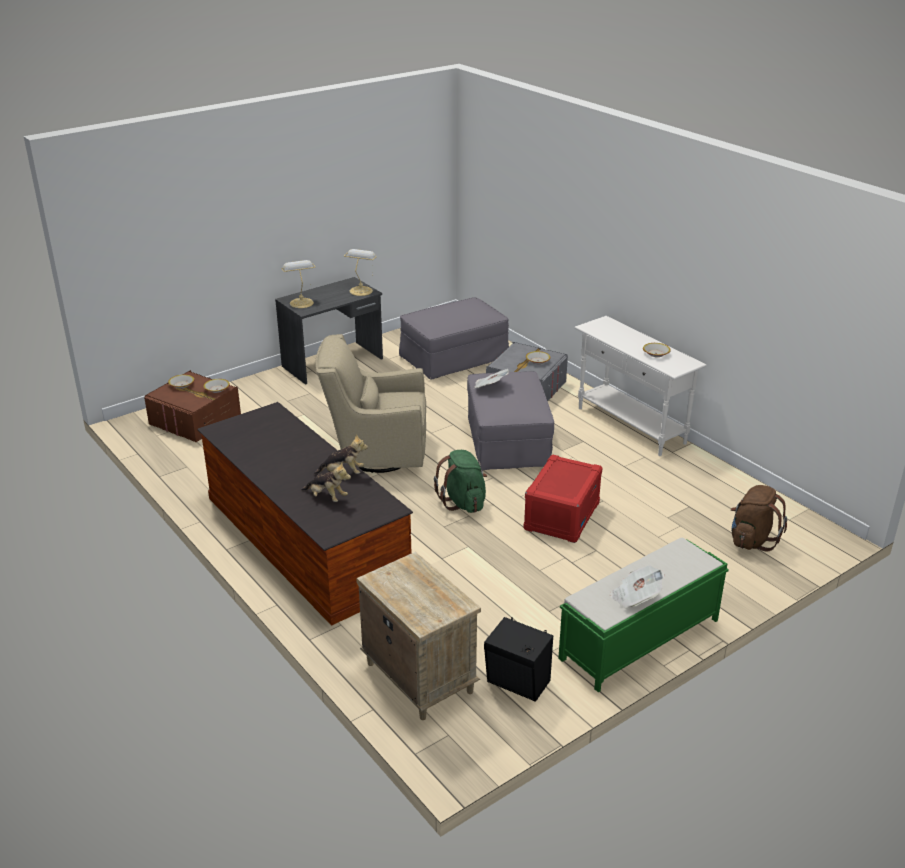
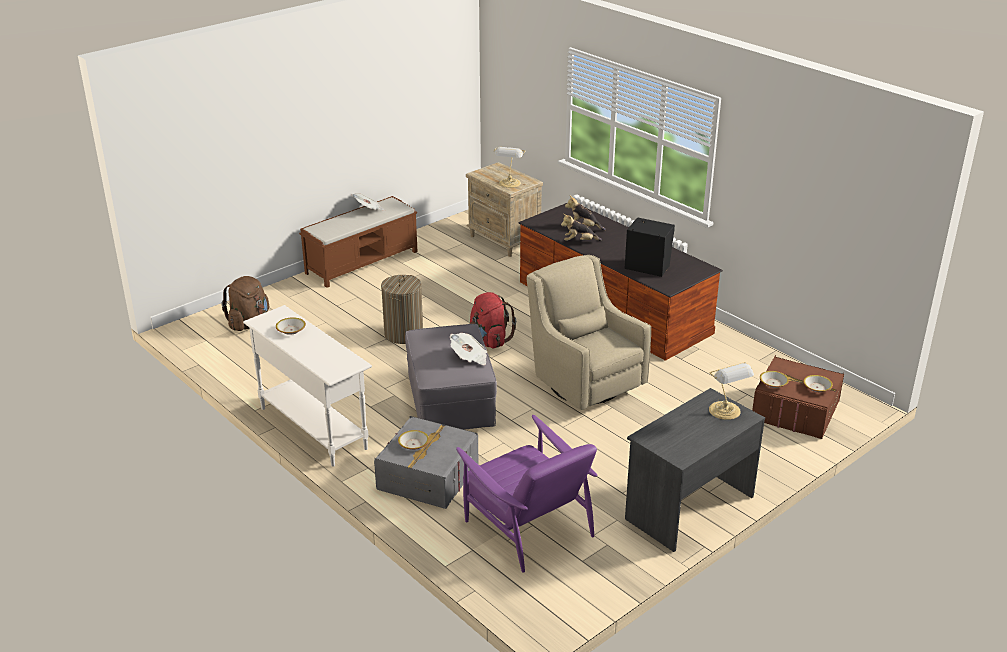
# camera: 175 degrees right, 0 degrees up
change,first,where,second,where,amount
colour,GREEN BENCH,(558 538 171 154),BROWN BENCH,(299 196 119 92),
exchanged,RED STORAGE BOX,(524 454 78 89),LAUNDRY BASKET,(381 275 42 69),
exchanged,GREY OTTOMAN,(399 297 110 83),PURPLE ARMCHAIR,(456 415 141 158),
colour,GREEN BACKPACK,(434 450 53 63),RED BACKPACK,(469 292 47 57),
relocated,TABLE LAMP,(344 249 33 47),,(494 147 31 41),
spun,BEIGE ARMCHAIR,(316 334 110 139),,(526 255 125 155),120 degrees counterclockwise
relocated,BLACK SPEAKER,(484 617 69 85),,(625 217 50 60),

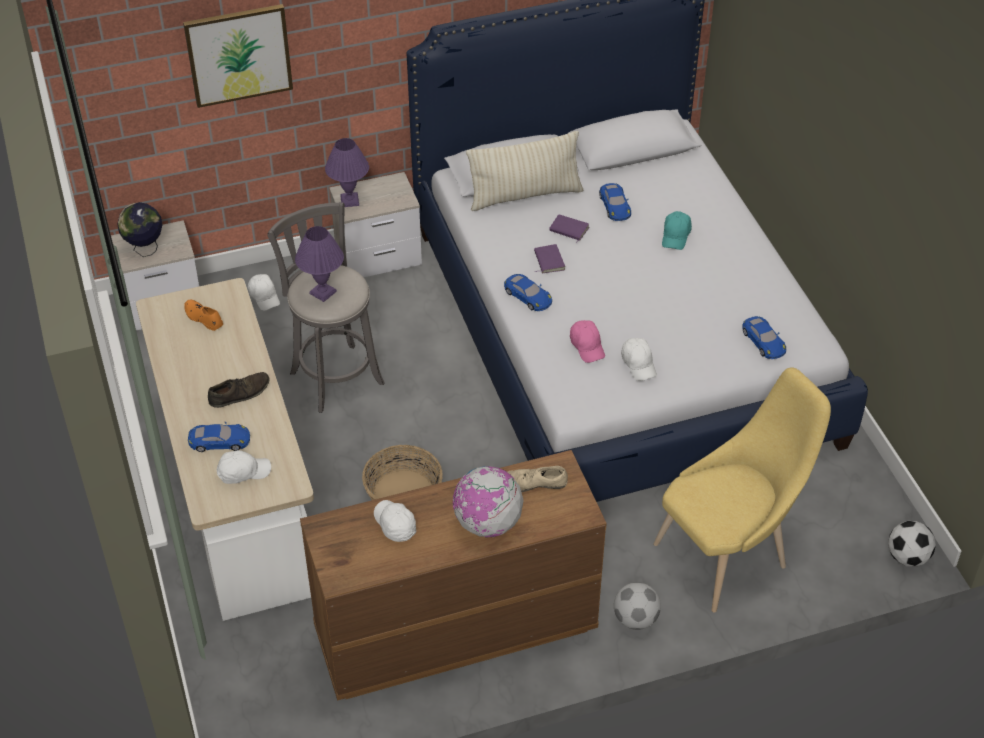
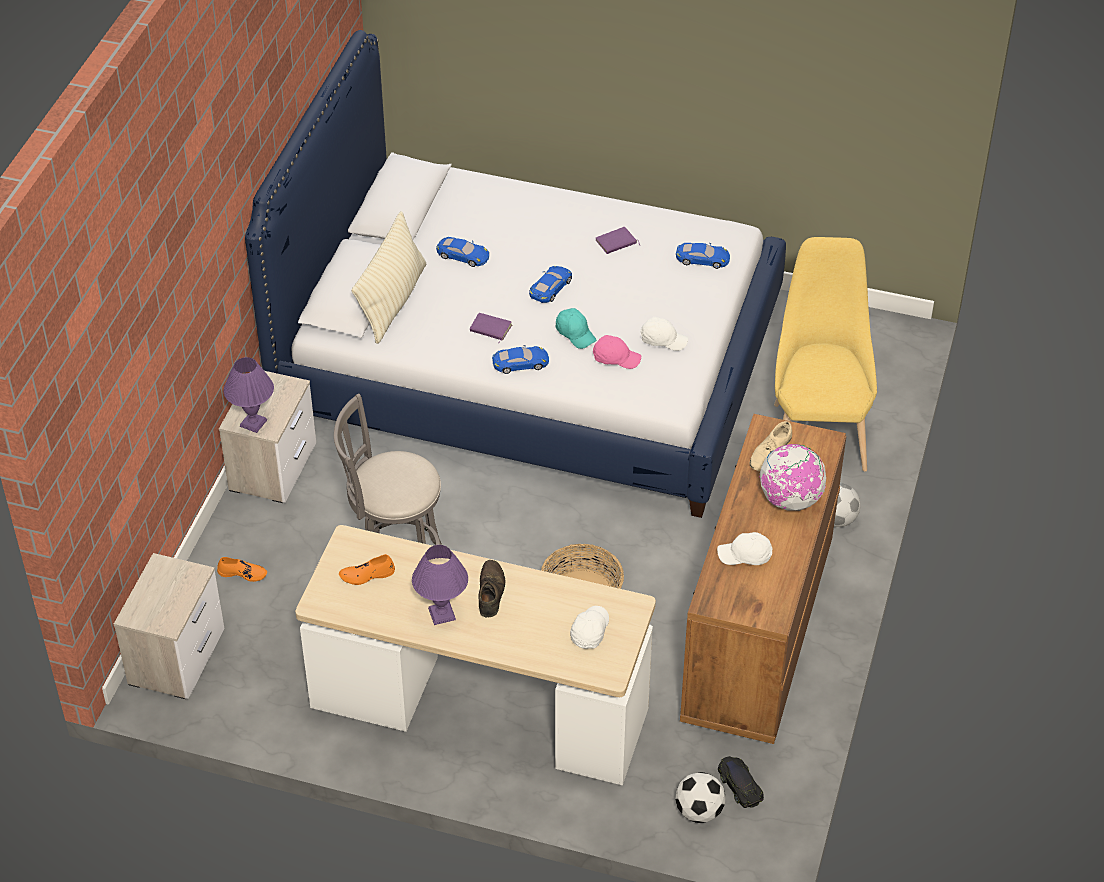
# camera: 55 degrees left, 0 degrees up
change,first,where,second,where,amount
exchanged,WHITE CAP,(248 274 32 37),ORANGE SHOE,(217 557 50 25),
relocated,PURPLE TABLE LAMP,(295 226 49 76),,(412 545 56 80),
relocated,BLUE TOY CAR,(188 422 62 30),,(529 266 43 37),
relocated,TURQUOISE CAP,(662 211 30 39),,(555 308 42 41),
relocated,PURPLE BOOK,(549 214 40 29),,(596 227 44 27),
relocated,FOOTBALL,(888 521 48 46),,(675 772 51 51),
appeared,,,BLACK TOY CAR,(718 756 46 52),
missing,GLOBE,(118 202 45 55),,,
missing,PICTURE,(183 4 110 104),,,

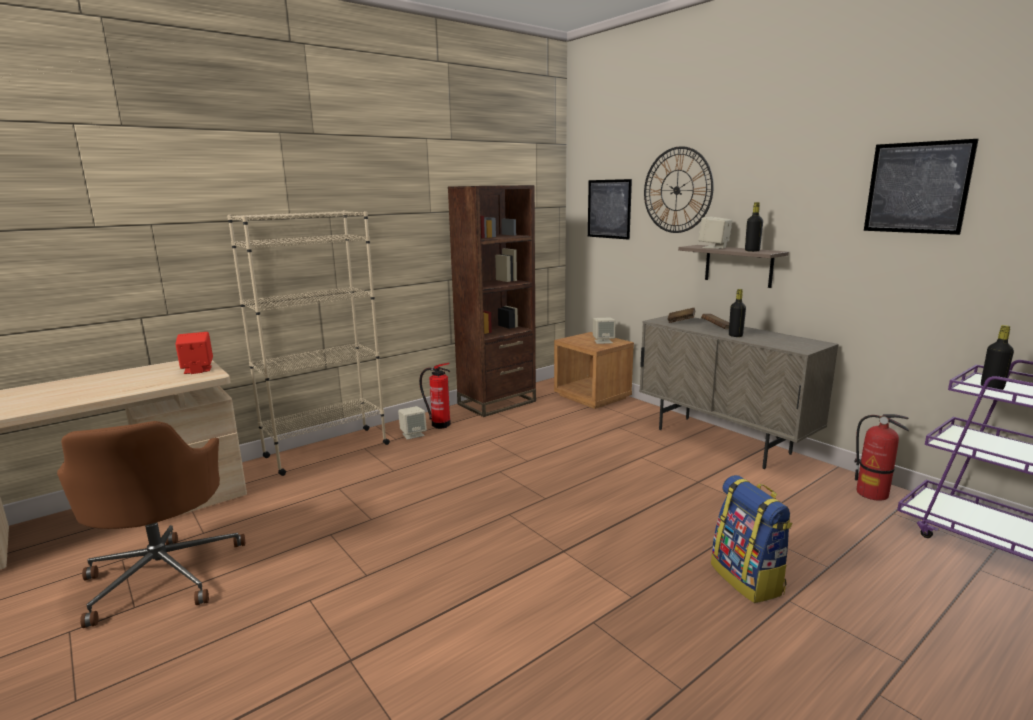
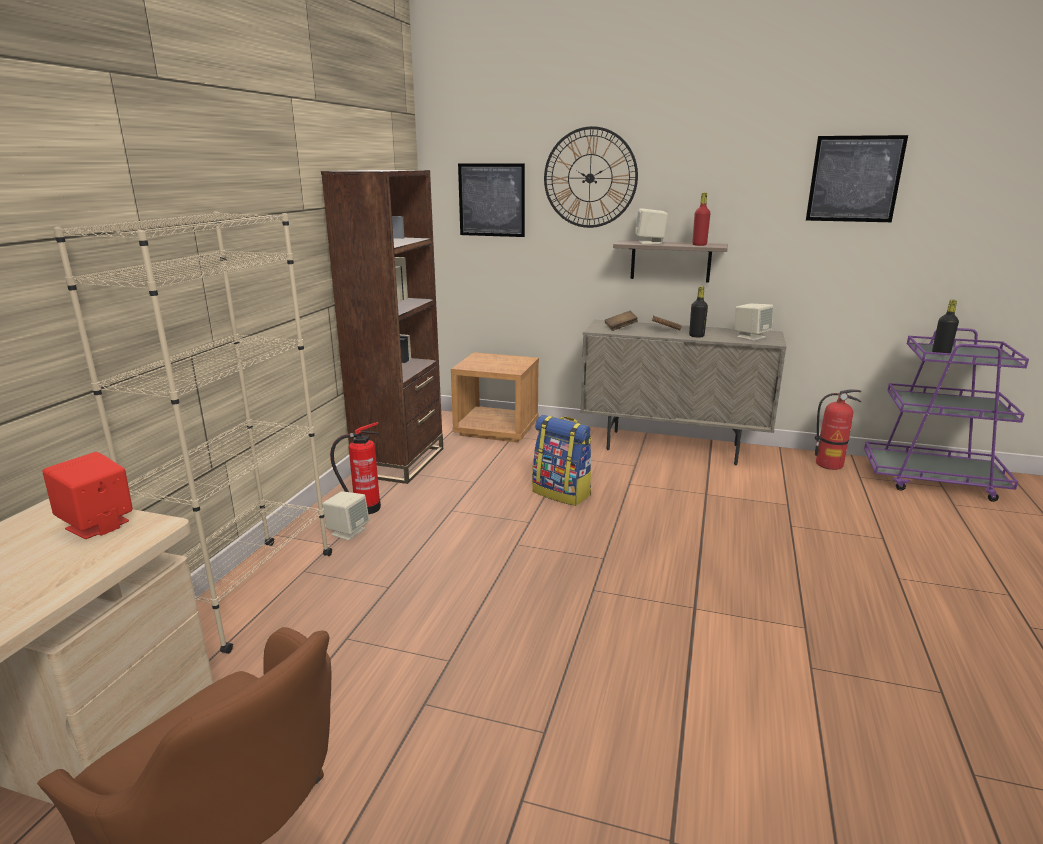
# camera: 35 degrees left, 5 degrees up
change,first,where,second,where,amount
relocated,BACKPACK,(711 475 81 128),,(532 415 60 91),
colour,BLACK BOTTLE,(745 202 18 50),RED BOTTLE,(692 193 18 53),
relocated,BEIGE SPEAKER,(593 317 22 27),,(735 303 38 38),

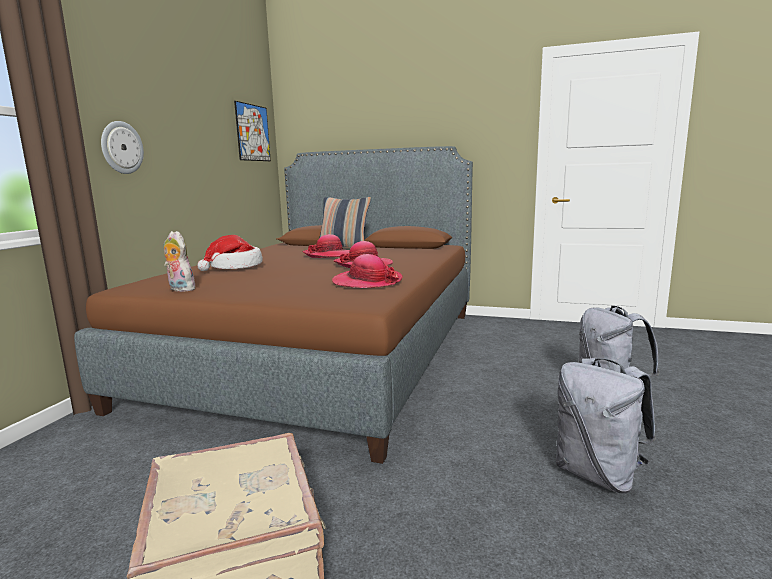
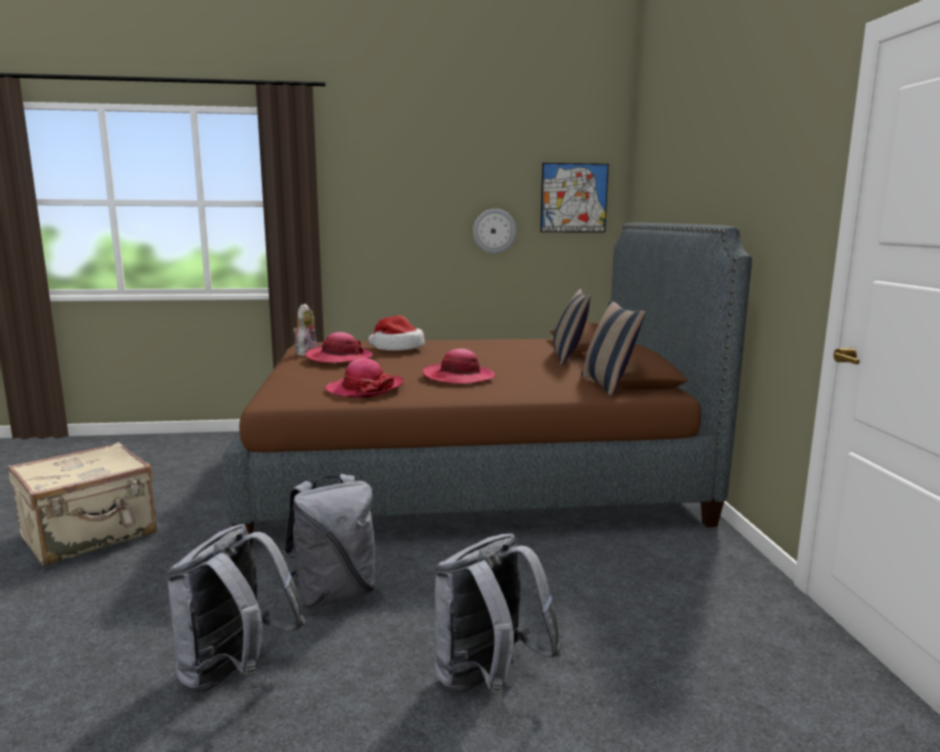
# camera: 65 degrees right, 0 degrees up
change,first,where,second,where,amount
appeared,,,GREY BACKPACK,(283 474 92 134),
relocated,HAT,(302 234 48 24),,(305 332 68 31),
relocated,WALL CLOCK,(101 121 43 53),,(473 209 43 45),
appeared,,,PILLOW,(581 300 65 96),

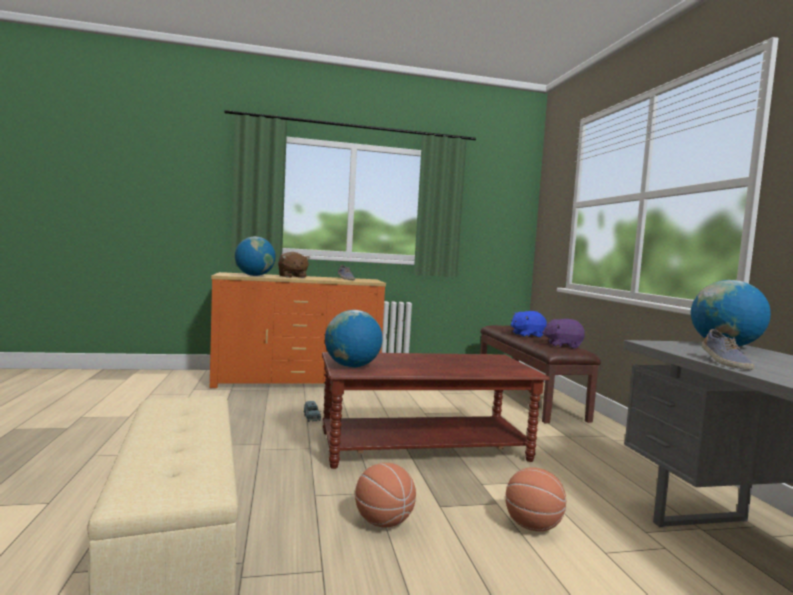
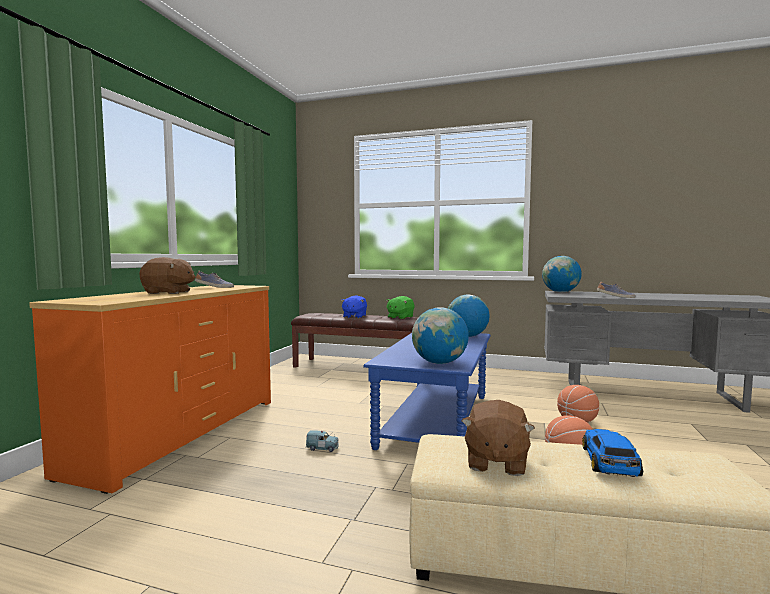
# camera: 60 degrees left, 0 degrees up
change,first,where,second,where,amount
colour,BROWN COFFEE TABLE,(322 352 228 117),BLUE COFFEE TABLE,(363 333 128 117),
colour,PURPLE PLUSH TOY,(542 319 43 29),GREEN PLUSH TOY,(386 296 28 23),
relocated,GLOBE,(235 237 41 39),,(448 295 42 42),
appeared,,,BROWN PLUSH TOY,(462 400 73 76),
appeared,,,TOY CAR,(582 429 61 48),

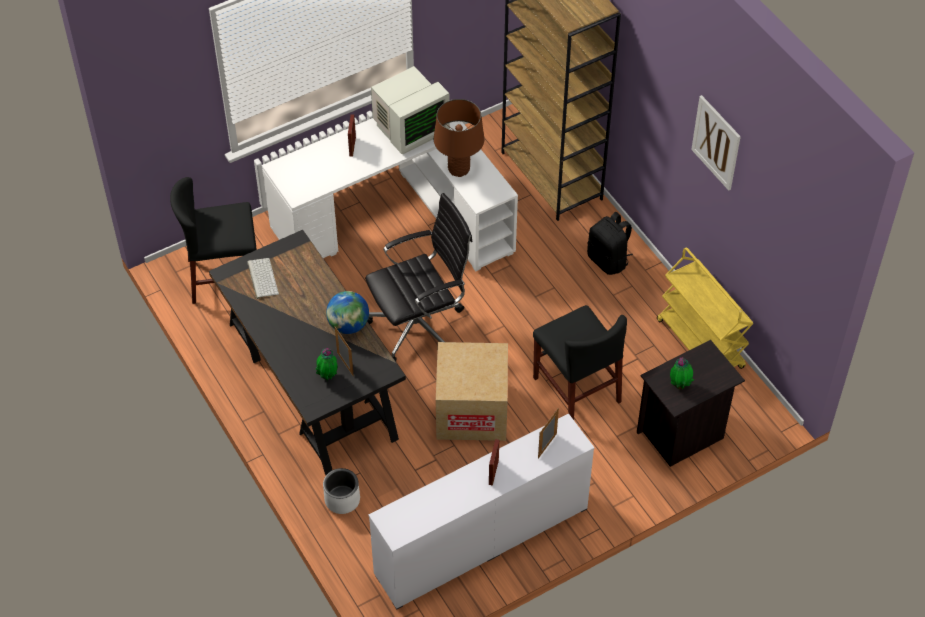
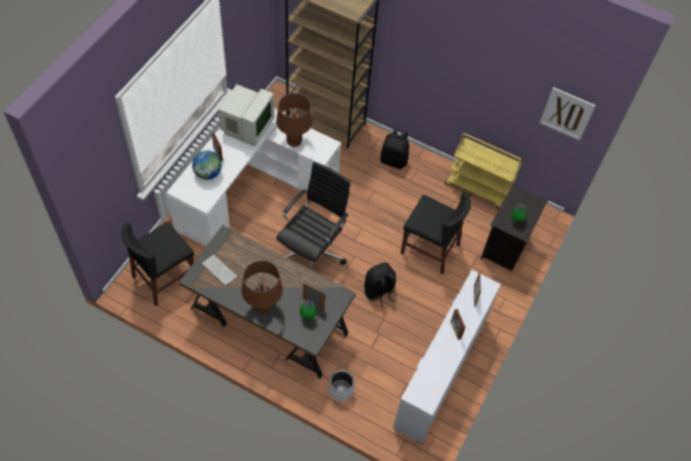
# camera: 35 degrees left, 5 degrees up
change,first,where,second,where,amount
relocated,GLOBE,(326 291 43 43),,(192 150 30 30),
appeared,,,BROWN TABLE LAMP,(241 260 42 54),
exchanged,CARDBOARD BOX,(436 342 72 99),BLACK BACKPACK,(364 263 32 45),
relocated,PICTURE,(691 95 50 96),,(540 87 56 54),

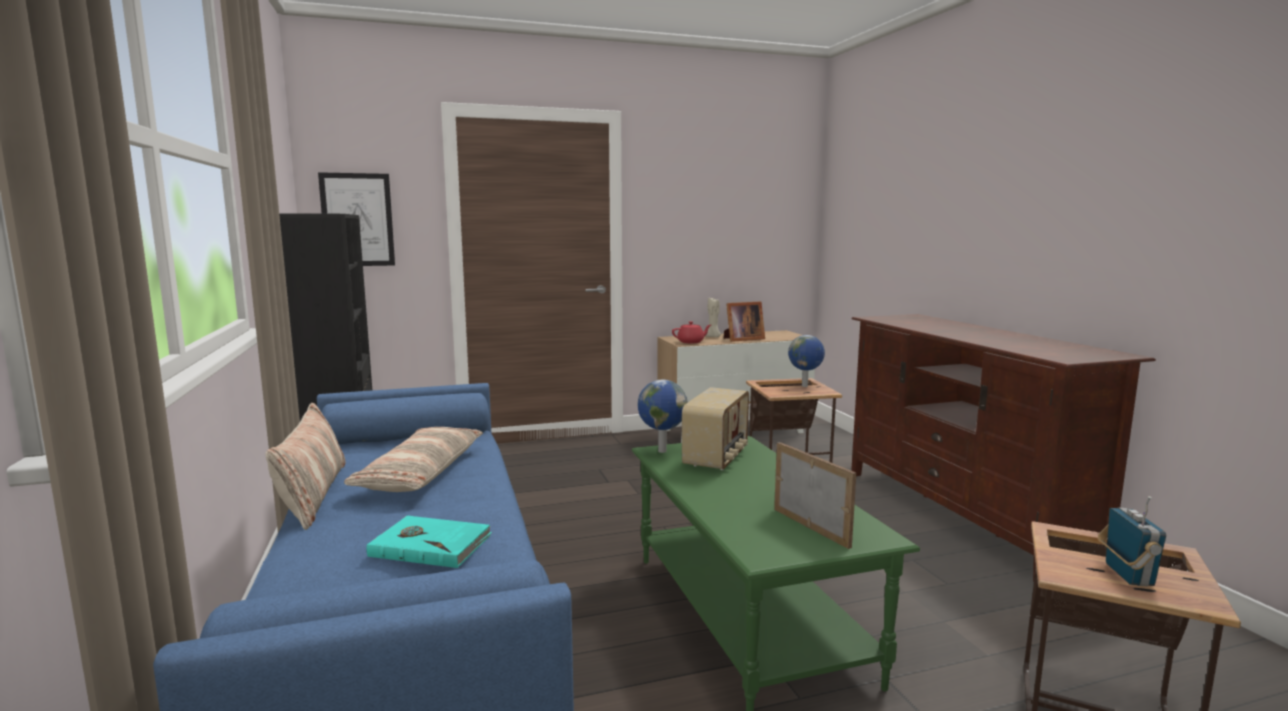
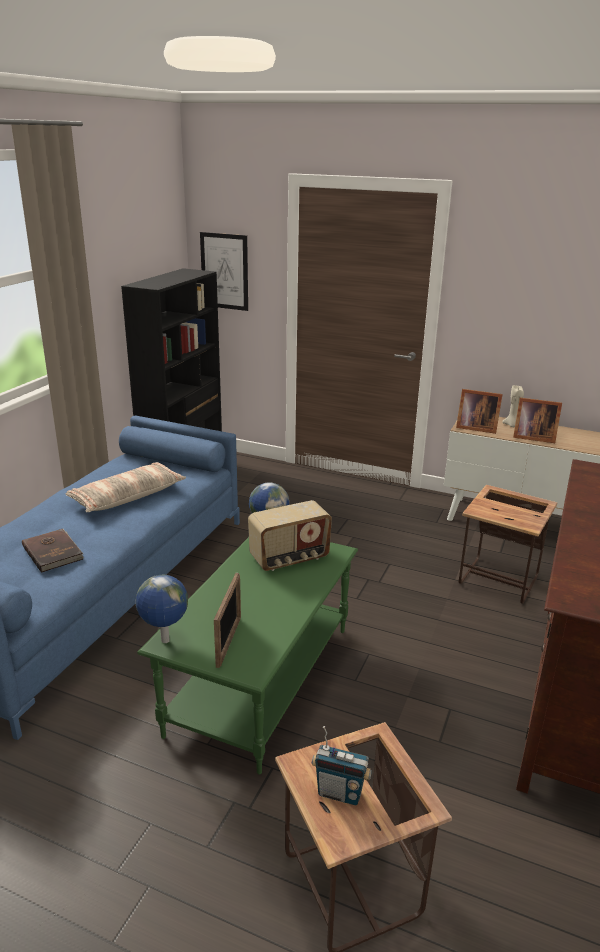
# camera: 40 degrees right, 15 degrees up
change,first,where,second,where,amount
colour,TURQUOISE BOOK,(367 516 125 52),BROWN BOOK,(22 529 62 44),
relocated,GLOBE,(788 335 37 52),,(136 575 52 68),
spun,RADIO,(1098 496 68 90),,(312 726 60 79),60 degrees clockwise
exchanged,RED TEAPOT,(672 321 39 22),PICTURE FRAME,(456 389 47 45),
missing,PILLOW,(265 403 81 127),,,

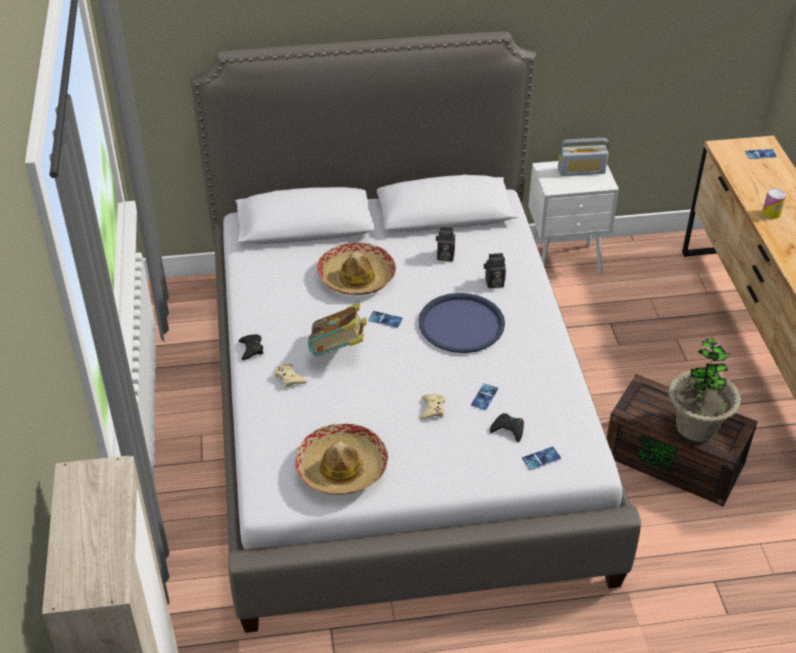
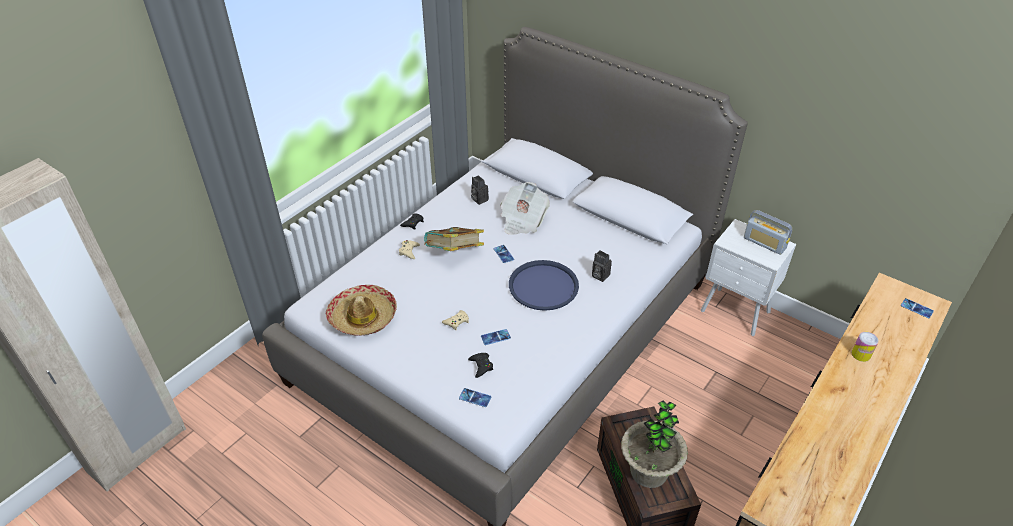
# camera: 45 degrees right, 0 degrees up
change,first,where,second,where,amount
relocated,PHOTO CAMERA,(436 227 19 34),,(471 175 18 30),
exchanged,HAT,(317 242 79 53),NEWSPAPER,(500 182 50 53),

